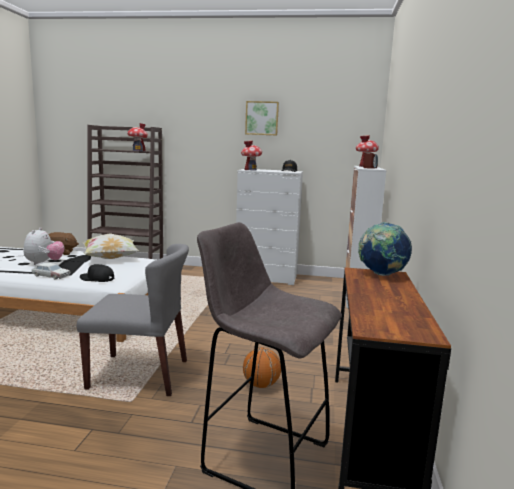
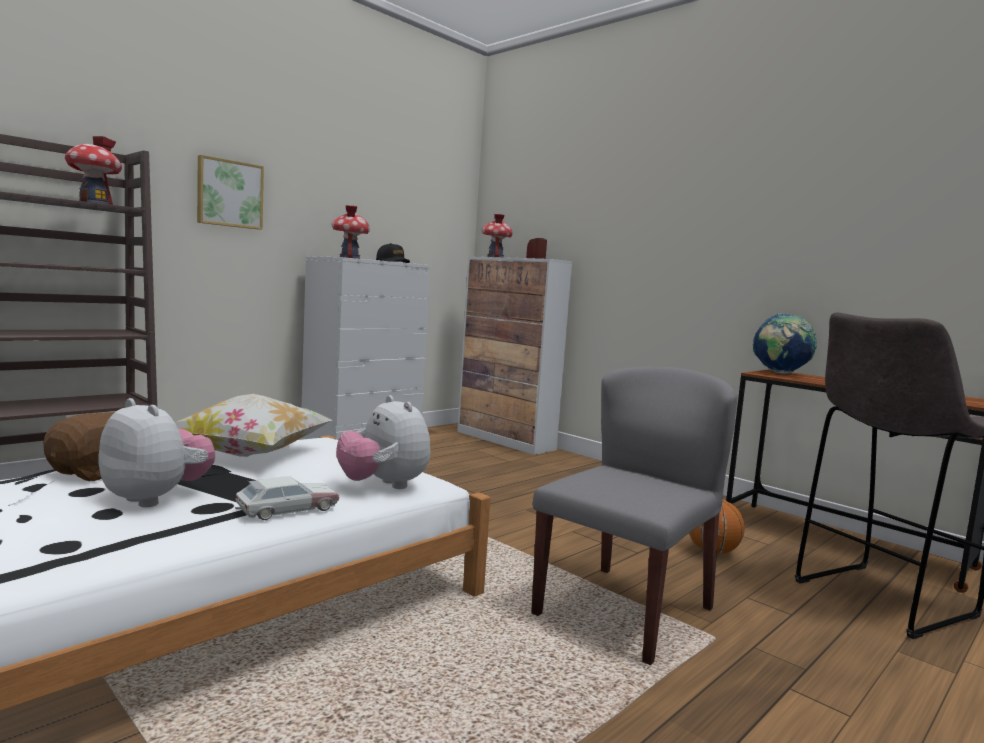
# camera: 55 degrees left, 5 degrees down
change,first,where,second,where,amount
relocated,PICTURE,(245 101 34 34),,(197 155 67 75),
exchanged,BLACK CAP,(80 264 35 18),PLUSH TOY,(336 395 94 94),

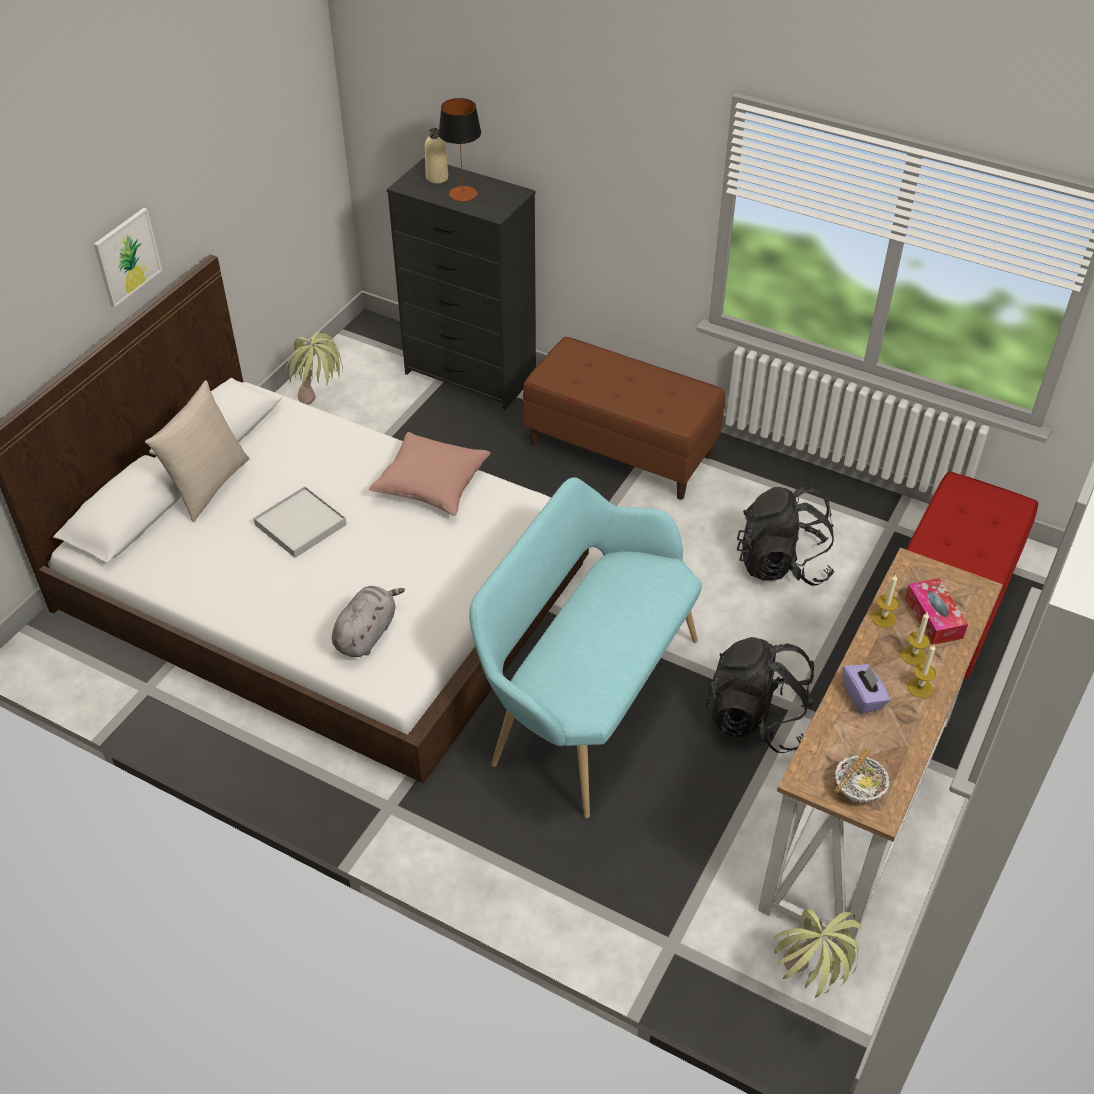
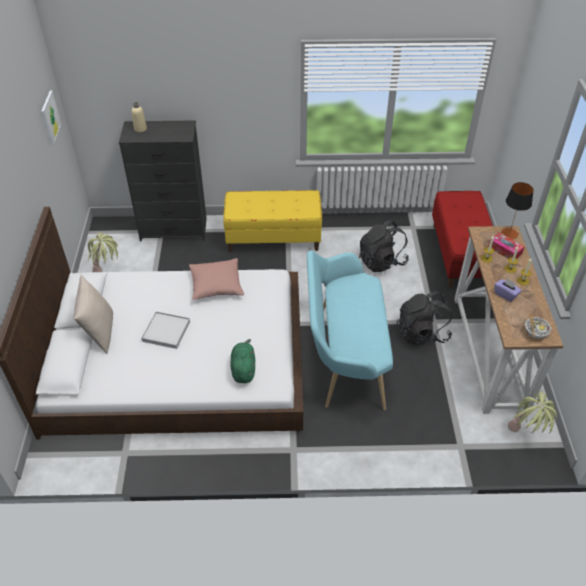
# camera: 30 degrees left, 0 degrees up
change,first,where,second,where,amount
relocated,PICTURE,(94 208 68 100),,(41 91 20 54),
colour,BROWN BENCH,(523 337 203 163),YELLOW BENCH,(223 190 99 62),
colour,GREY PLUSH TOY,(332 586 73 71),GREEN PLUSH TOY,(230 339 25 44),
relocated,TABLE LAMP,(439 98 42 103),,(501 182 33 57),

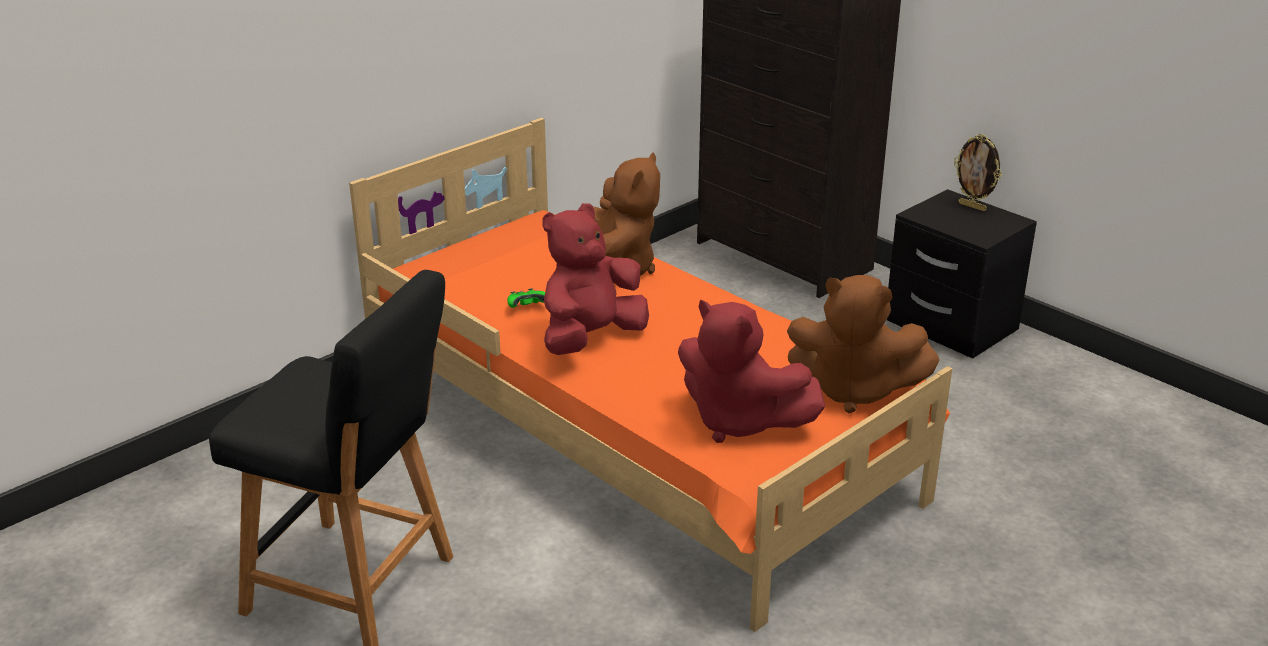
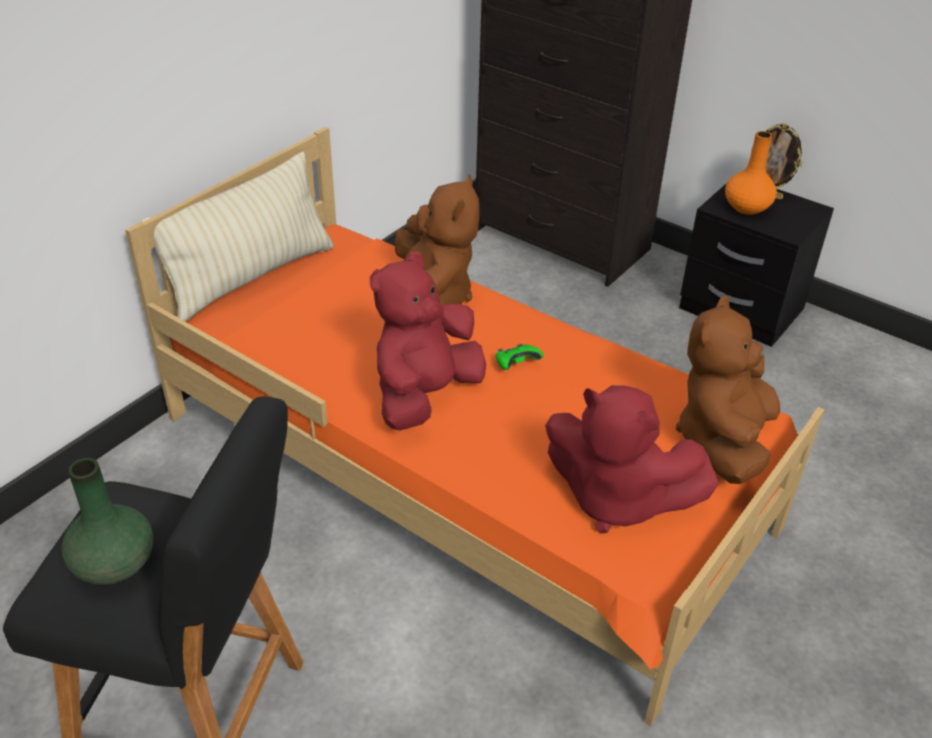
# camera: 10 degrees left, 10 degrees up
change,first,where,second,where,amount
appeared,,,GREEN VASE,(61 458 92 127),
appeared,,,BEIGE PILLOW,(141 152 193 169),
relocated,GREEN GAME CONTROLLER,(507 288 38 20),,(495 344 48 26),
spun,BROWN PLUSH TOY,(787 275 152 138),,(676 296 104 188),105 degrees clockwise
appeared,,,ORANGE VASE,(725 131 52 84),

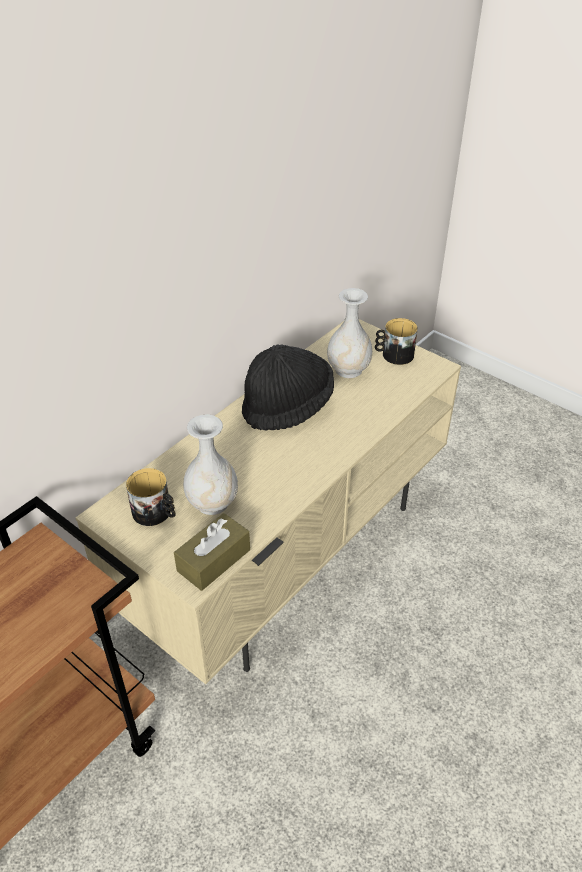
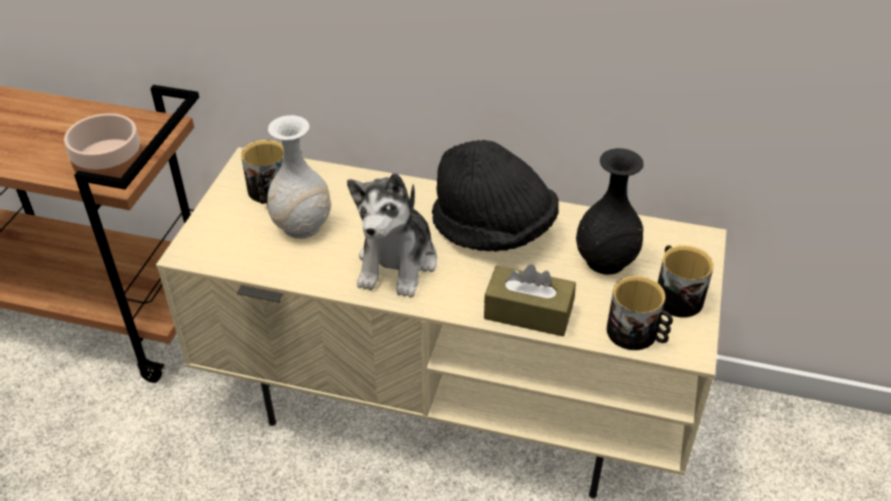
# camera: 65 degrees right, 0 degrees up
change,first,where,second,where,amount
appeared,,,BOWL,(64 113 79 65),
appeared,,,PLUSH TOY,(347 173 90 125),
relocated,BROWN TISSUE BOX,(174 513 76 78),,(484 265 92 71),
colour,WHITE VASE,(327 288 45 90),BLACK VASE,(576 148 68 127),
appeared,,,MUG,(607 276 66 74),

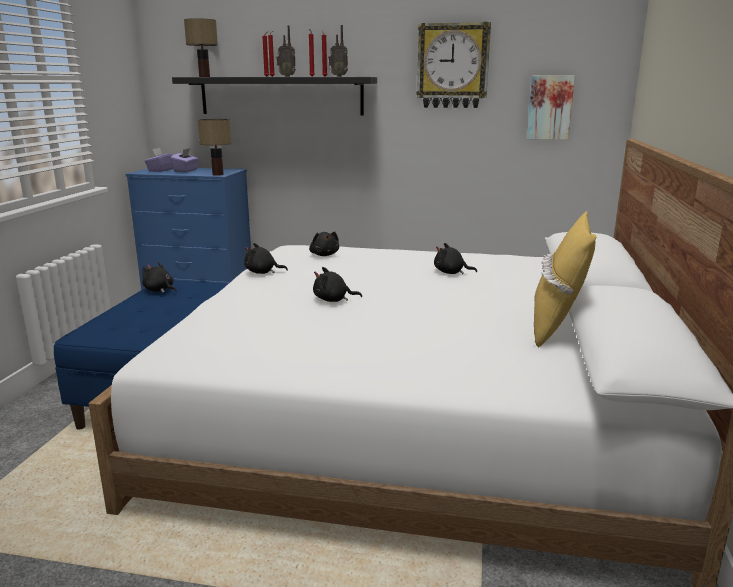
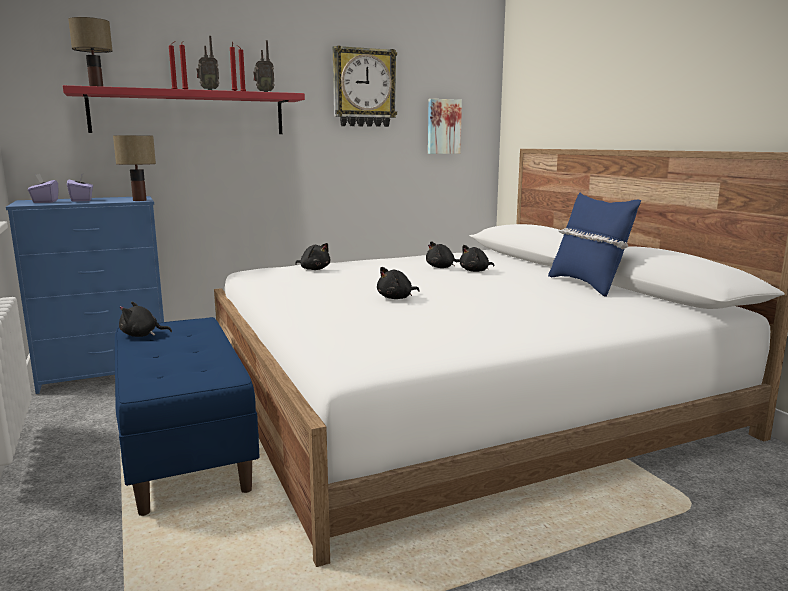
# camera: 35 degrees left, 5 degrees down
change,first,where,second,where,amount
colour,BLACK SHELF,(172 77 205 39),RED SHELF,(63 85 242 49),
relocated,BLACK PLUSH TOY,(244 243 44 31),,(460 245 34 27),
colour,YELLOW PILLOW,(534 211 63 137),BLUE PILLOW,(548 192 93 105),

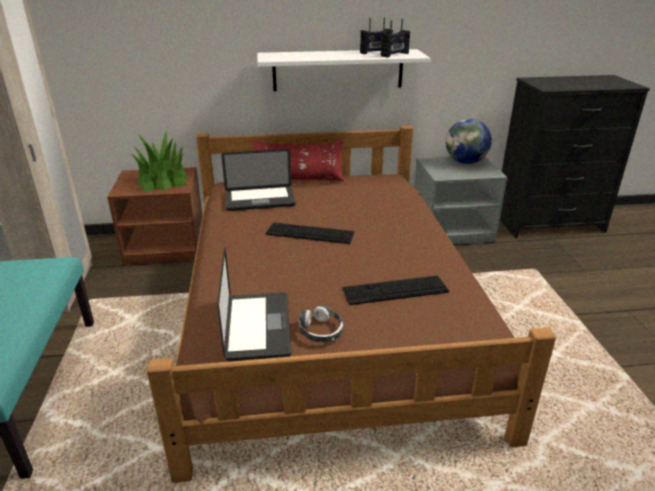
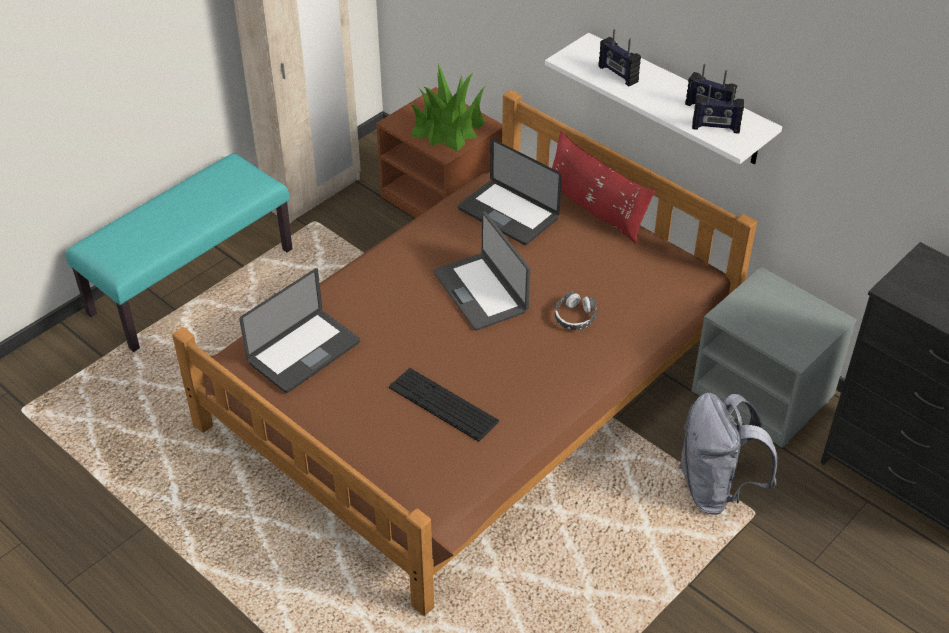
# camera: 50 degrees right, 15 degrees up
change,first,where,second,where,amount
exchanged,KEYBOARD,(266 223 89 21),LAPTOP,(433 211 97 120),
relocated,HEADPHONES,(298 305 45 37),,(555 291 42 39),
appeared,,,RADIO,(598 29 43 57),
appeared,,,GREY BACKPACK,(679 393 99 122),
missing,GLOBE,(446 119 46 45),,,

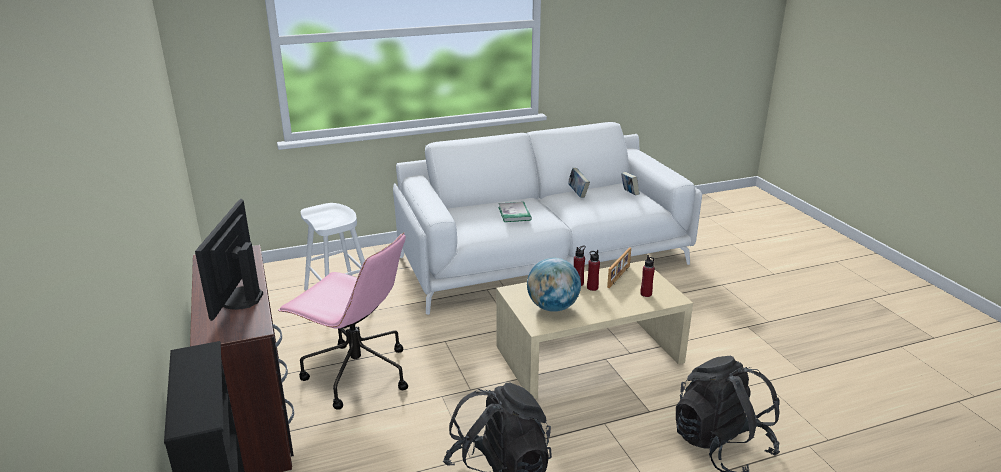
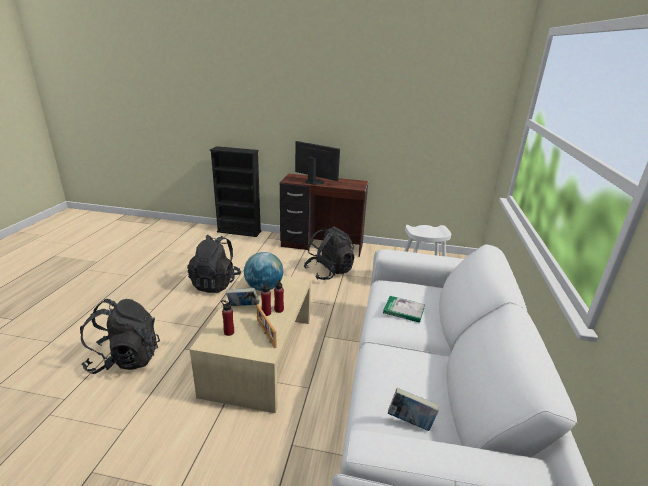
# camera: 120 degrees right, 0 degrees up
change,first,where,second,where,amount
relocated,BOOK,(569 168 21 30),,(226 288 33 18),
exchanged,PINK OFFICE CHAIR,(278 233 130 177),BLACK BACKPACK,(304 226 50 54),

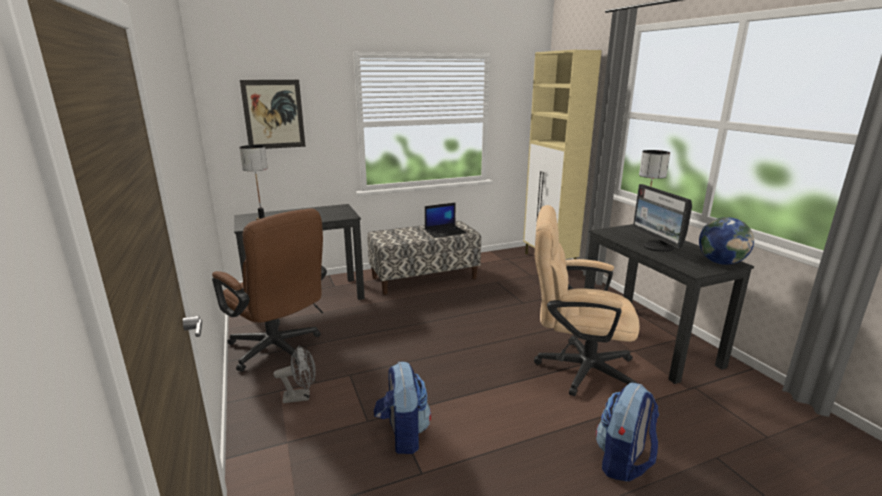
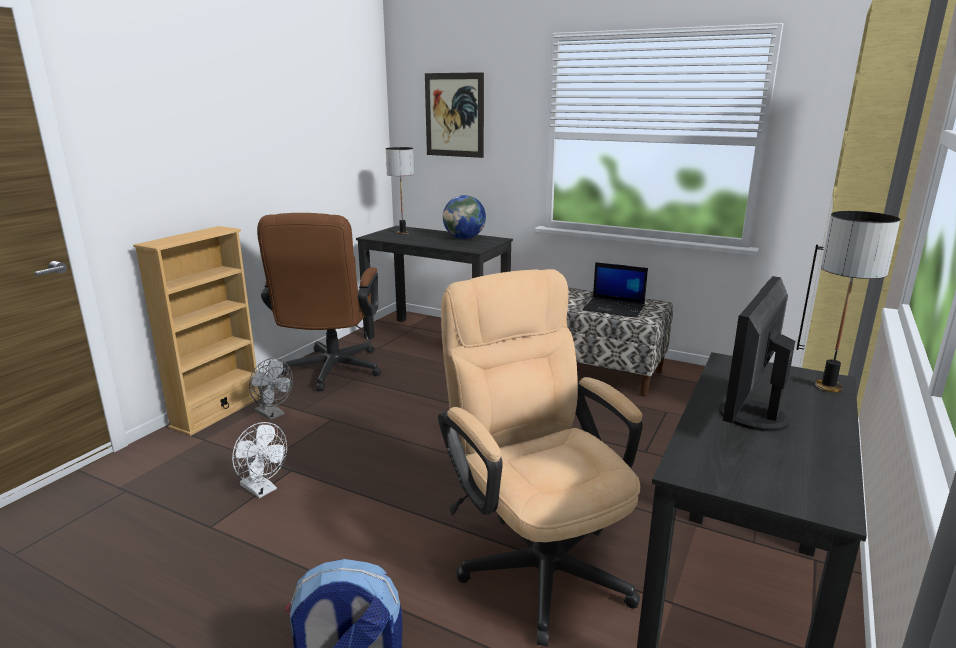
# camera: 50 degrees right, 0 degrees up
change,first,where,second,where,amount
appeared,,,BEIGE BOOKCASE,(133 226 128 210),
exchanged,BACKPACK,(374 362 57 92),WHITE FAN,(232 422 55 76),
relocated,GLOBE,(699 217 55 48),,(443 195 43 44),

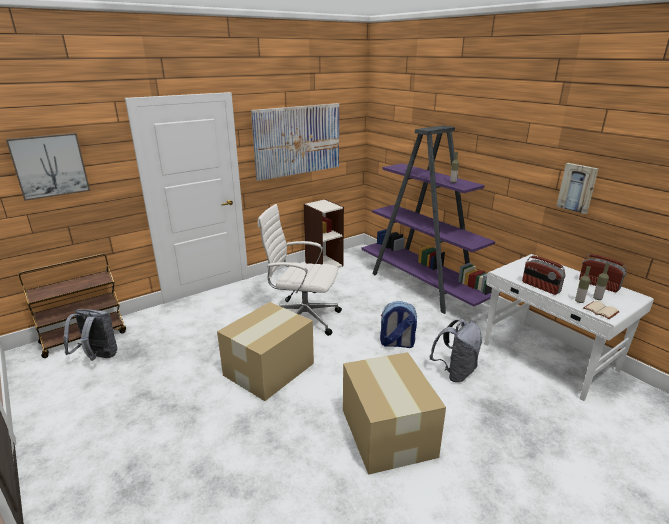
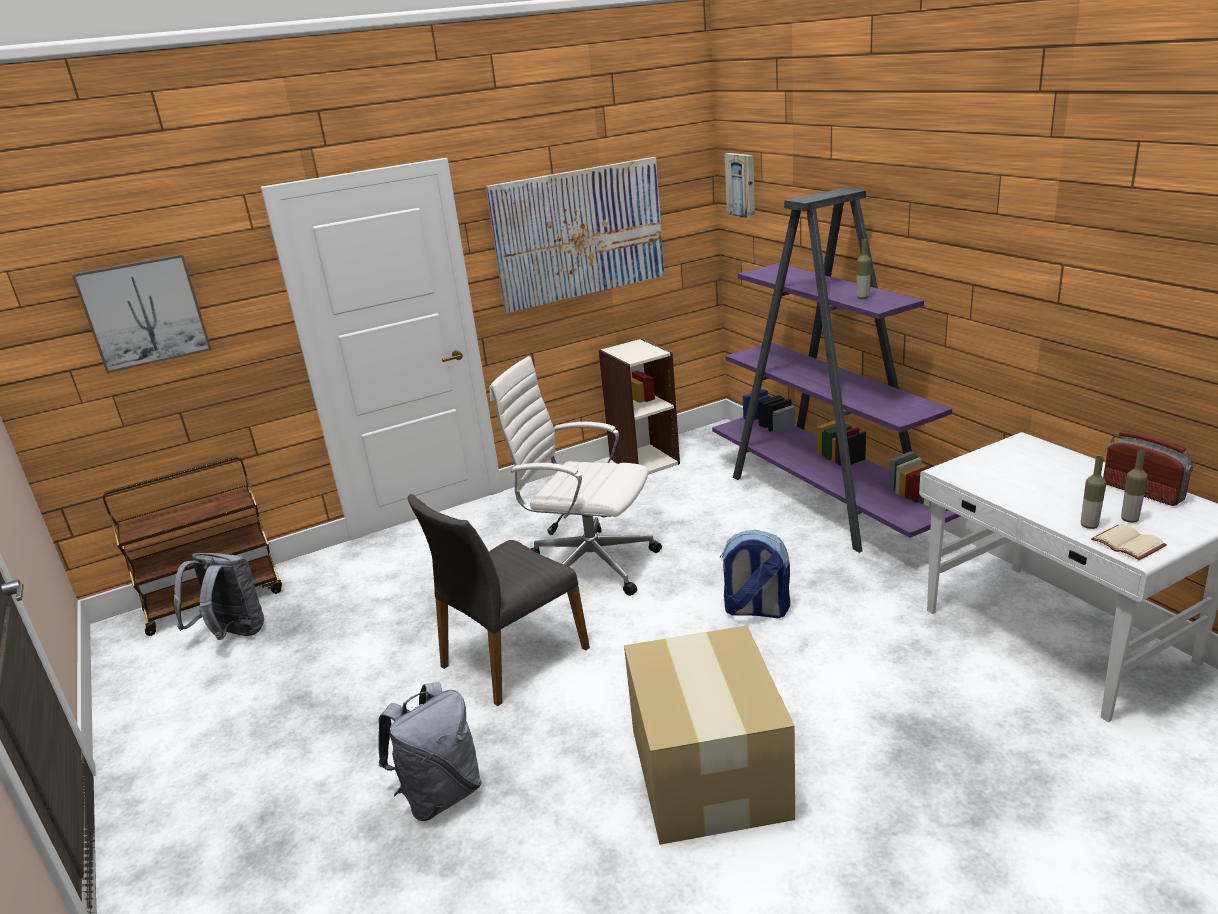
# camera: 10 degrees right, 0 degrees up
change,first,where,second,where,amount
relocated,GREY BACKPACK,(429 319 53 63),,(379 682 103 139),
exchanged,CARDBOARD BOX,(217 302 97 99),GREY CHAIR,(407 494 183 212),
relocated,PICTURE,(556 163 43 51),,(725 153 30 66),
missing,RADIO,(522 255 44 40),,,

